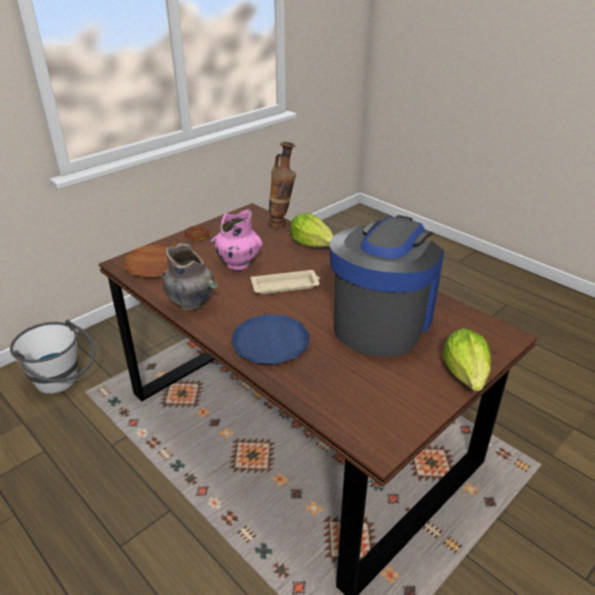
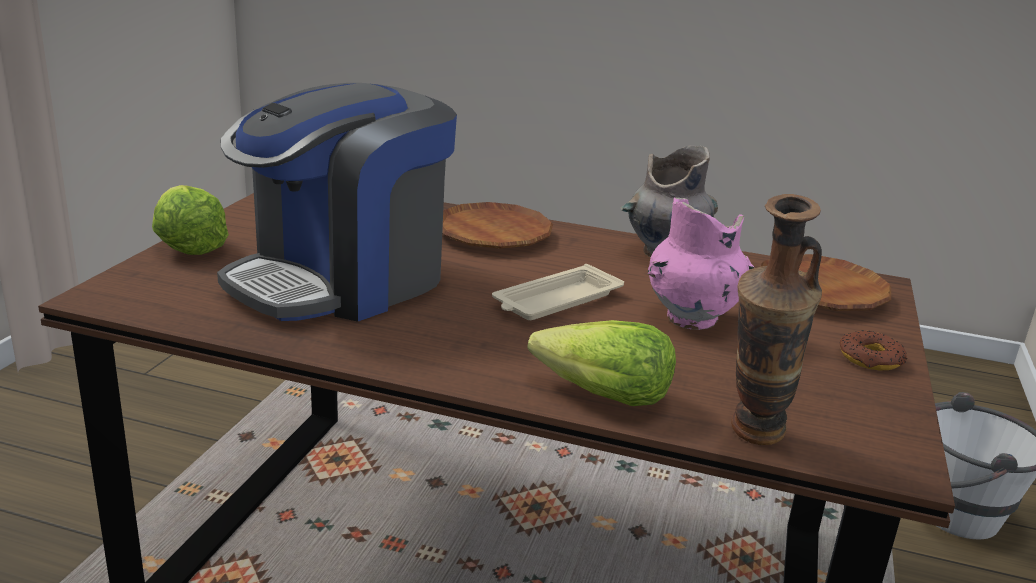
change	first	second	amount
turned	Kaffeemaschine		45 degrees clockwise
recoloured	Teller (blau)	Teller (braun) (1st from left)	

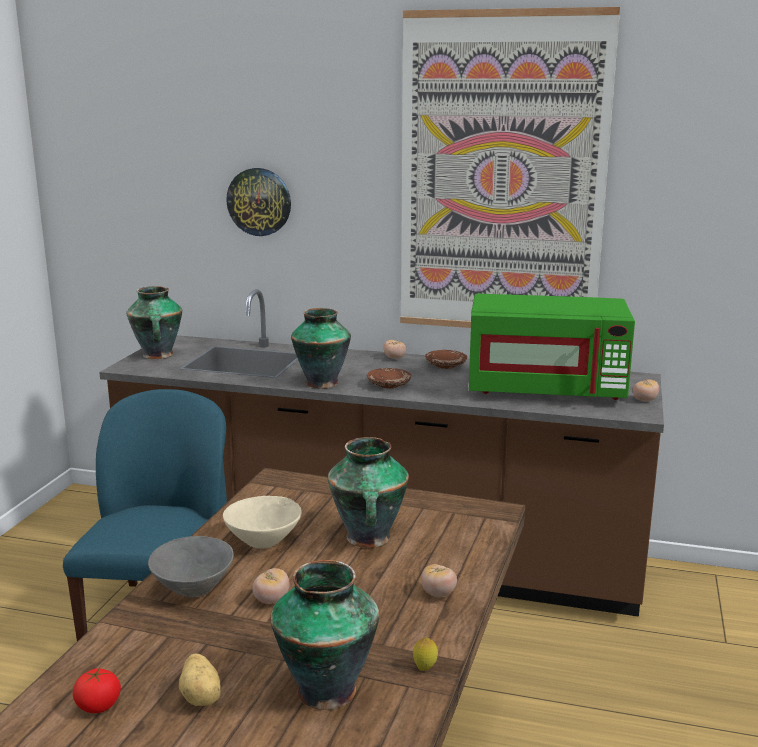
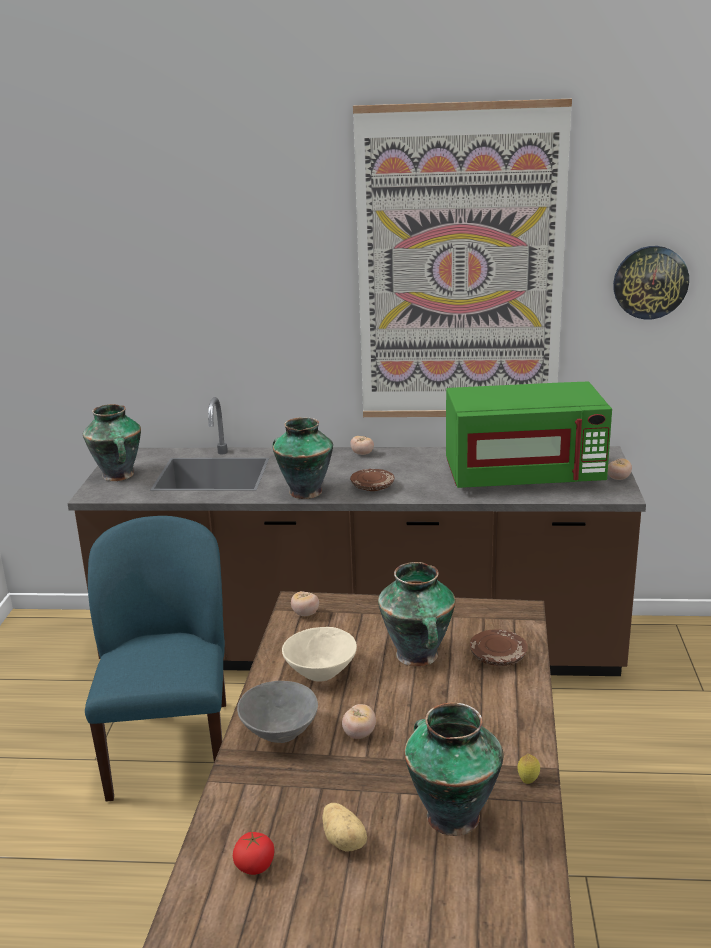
change	first	second	amount
moved	Wanduhr		
moved	Teller (braun) (2nd from left)		
moved	Tomate (4th from left in the first image)	Tomate (2nd from left)	

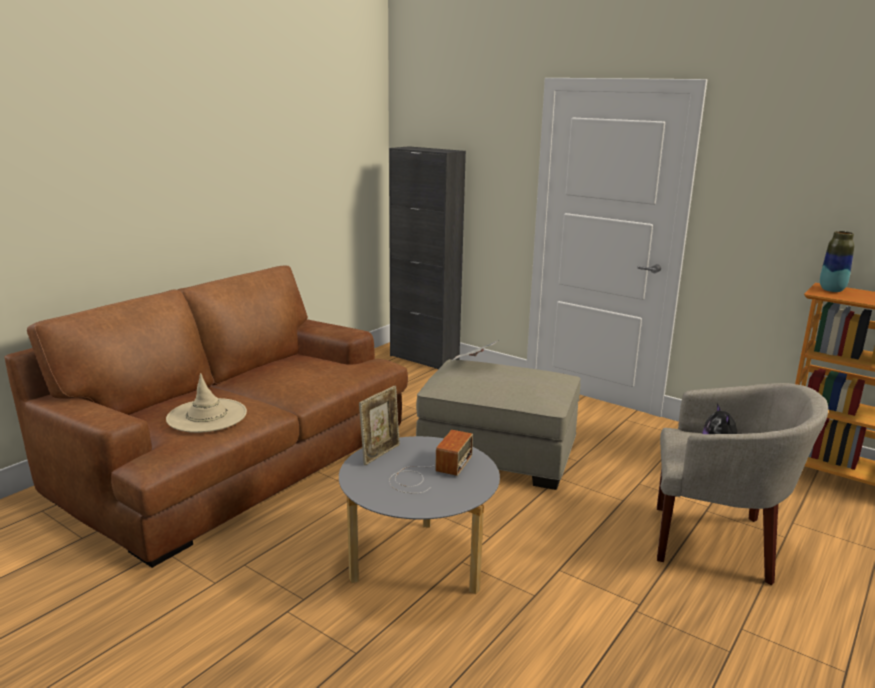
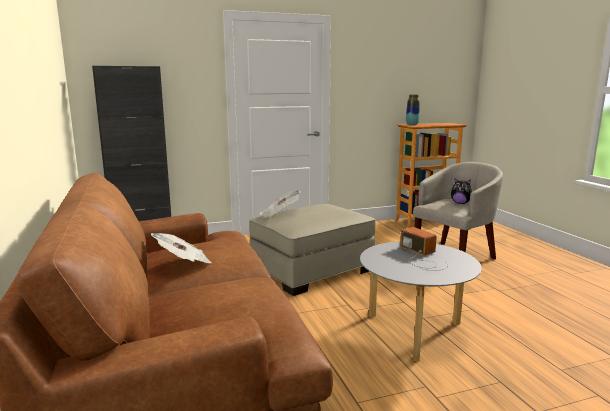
change	first	second	amount
removed	Hut (beige)		
removed	Bilderrahmen		
added		Zeitung (1st from left)	

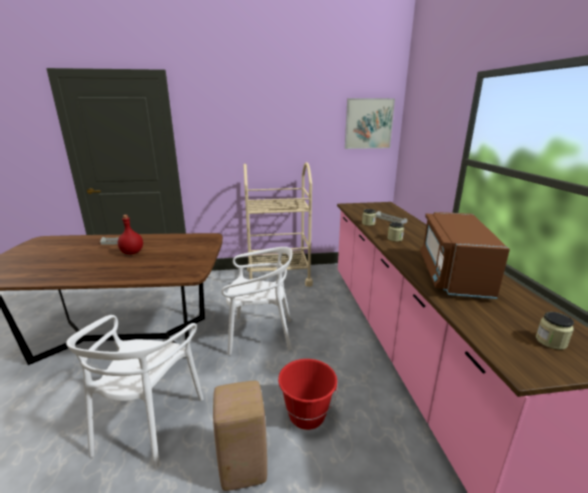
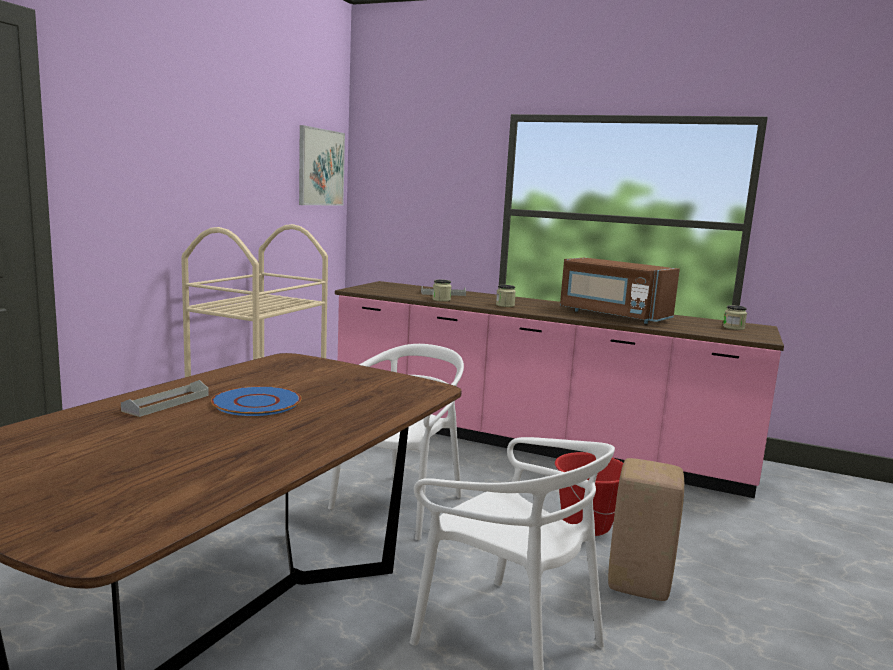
change	first	second	amount
replaced	Flasche (rot)	Teller (blau)	

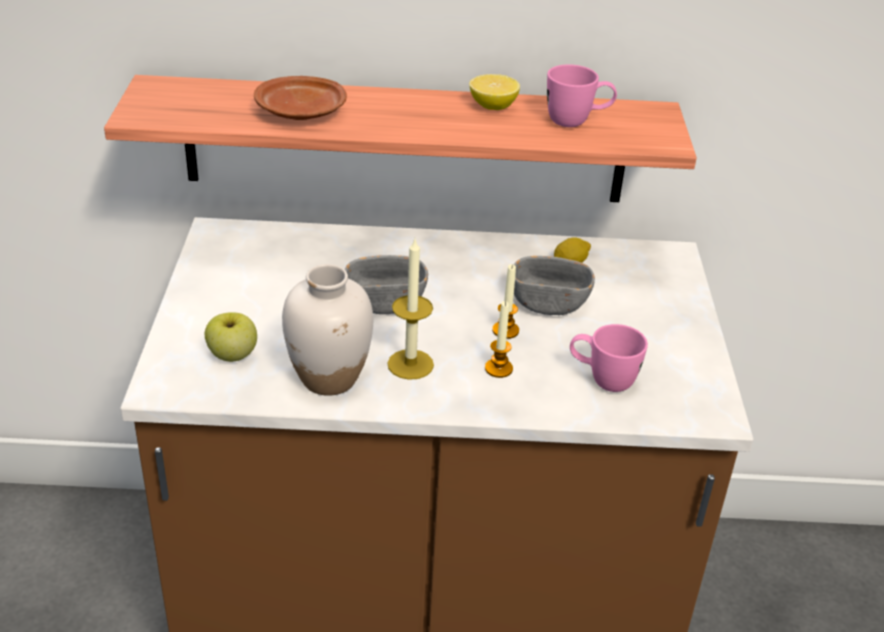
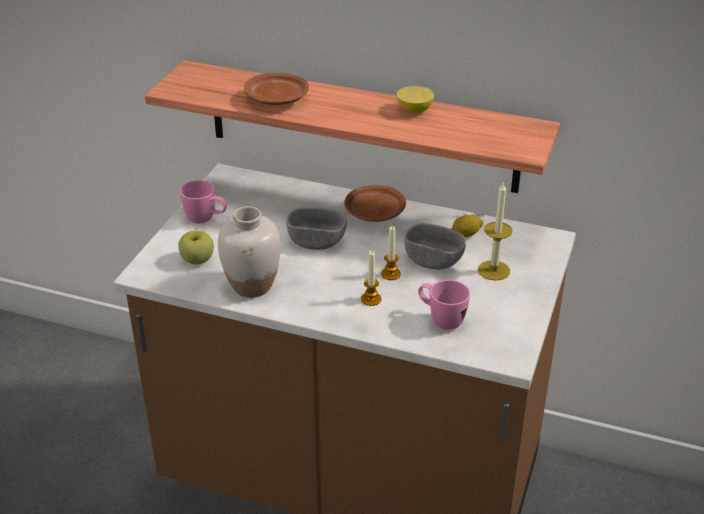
change	first	second	amount
moved	Henkelbecher (rosa) (1st from left)		
moved	Kerze (1st from left in the first image)	Kerze (3rd from left)	
added		Teller (braun) (2nd from left)	

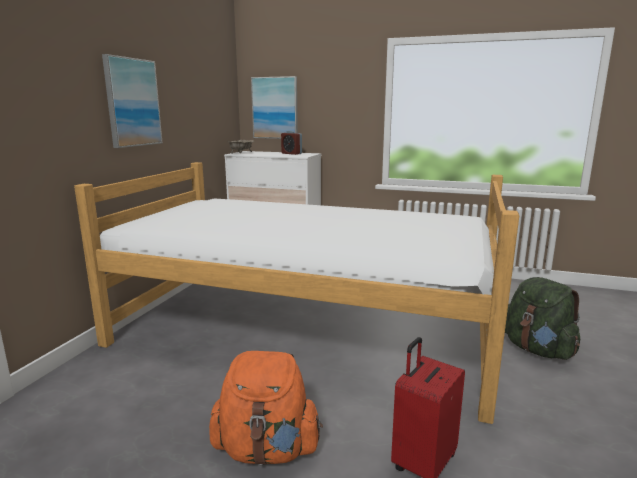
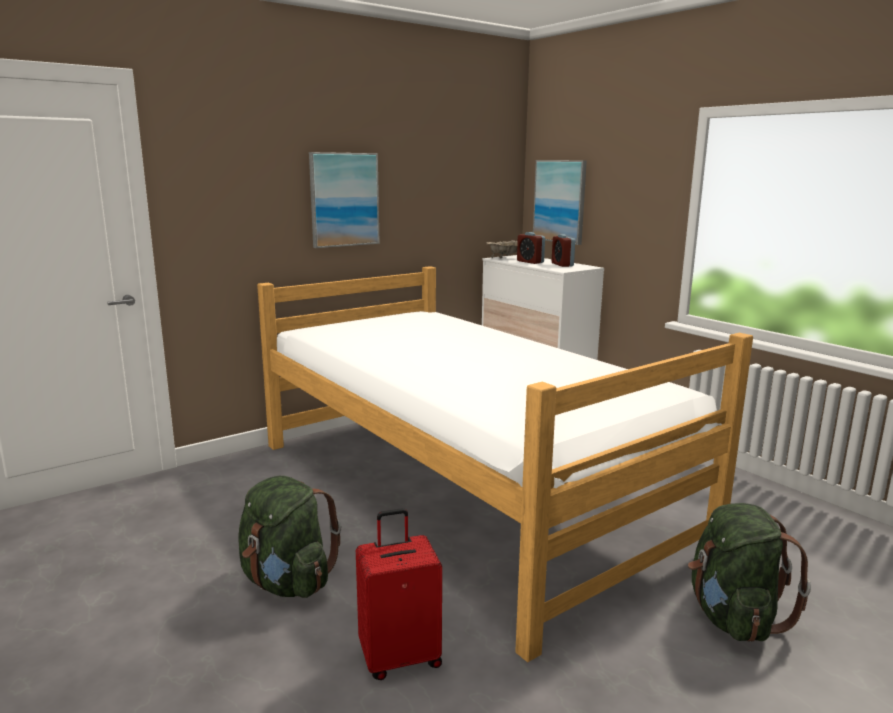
change	first	second	amount
recoloured	Rucksack (orange)	Rucksack (grün) (1st from left)	
added		Wecker (1st from left)	

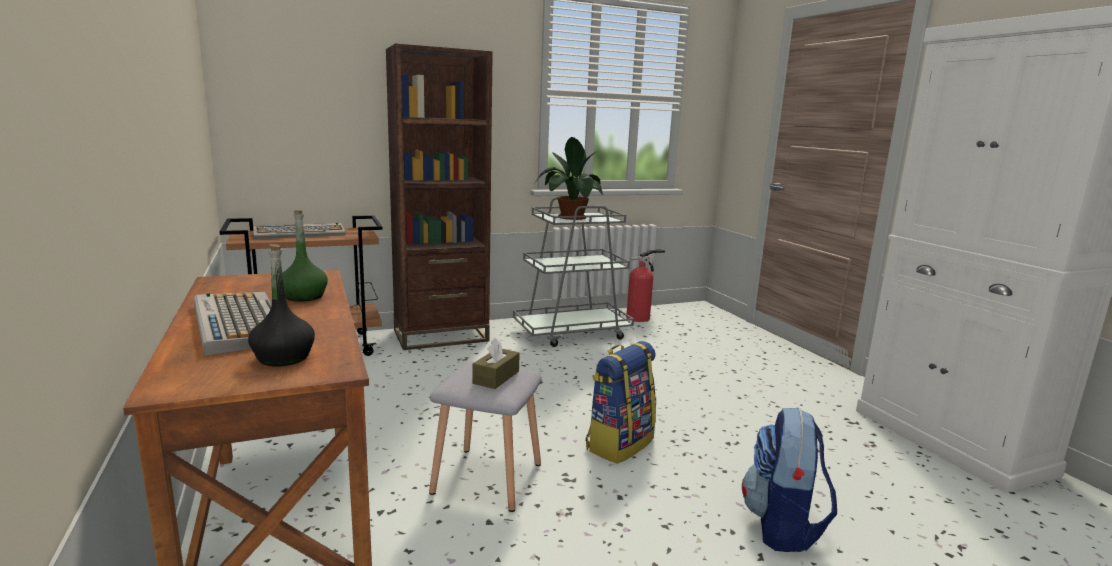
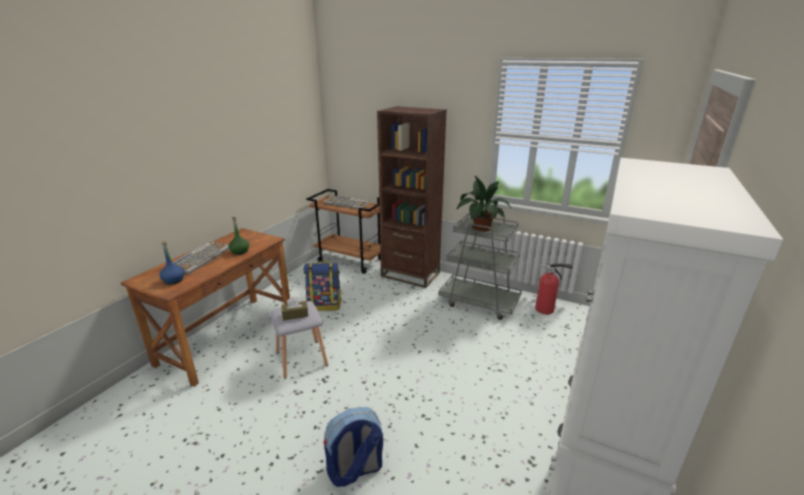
change	first	second	amount
recoloured	Flasche (schwarz)	Flasche (blau)	
moved	Rucksack (1st from left)		

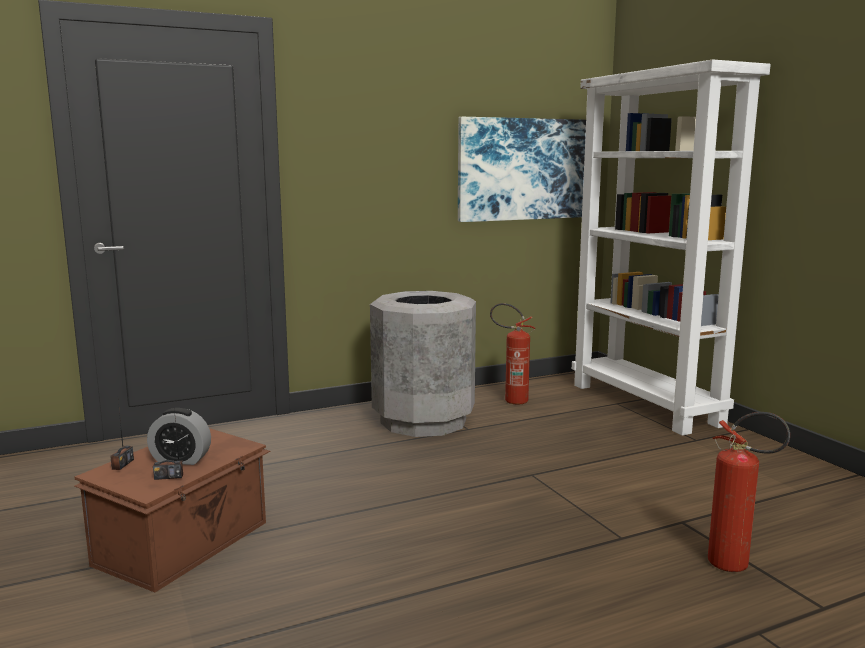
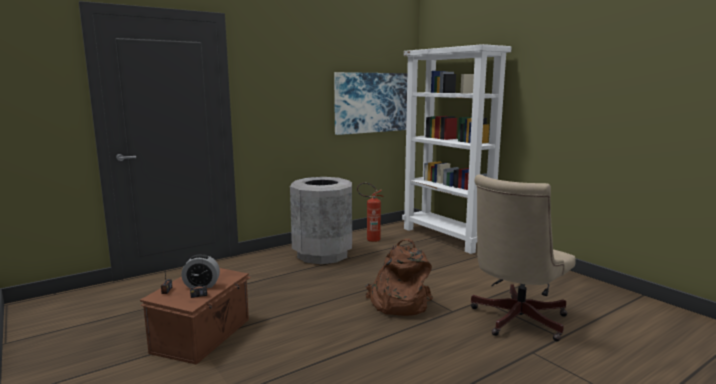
change	first	second	amount
replaced	Feuerlöscher (2nd from left)	Bürostuhl (beige)	
added		Rucksack (braun)	

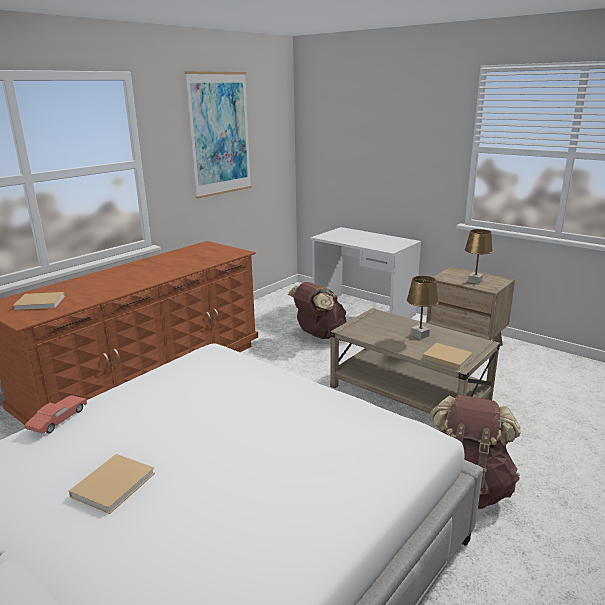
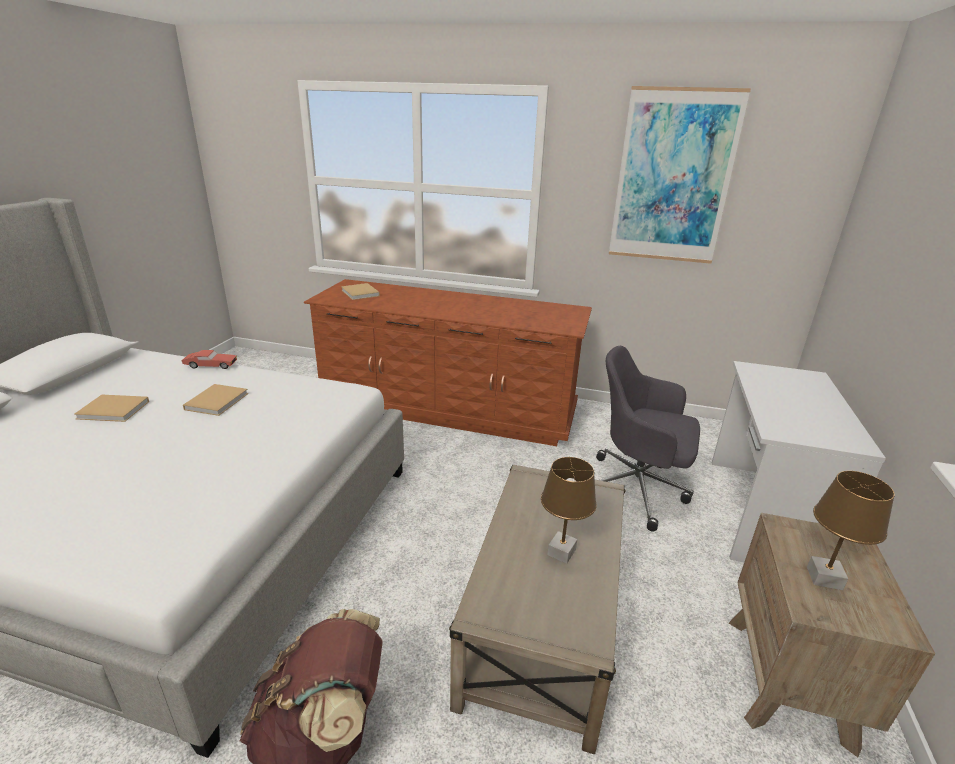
change	first	second	amount
replaced	Rucksack (braun) (1st from left)	Bürostuhl (grau)	
moved	Buch (beige) (3rd from left in the first image)	Buch (beige) (2nd from left)	

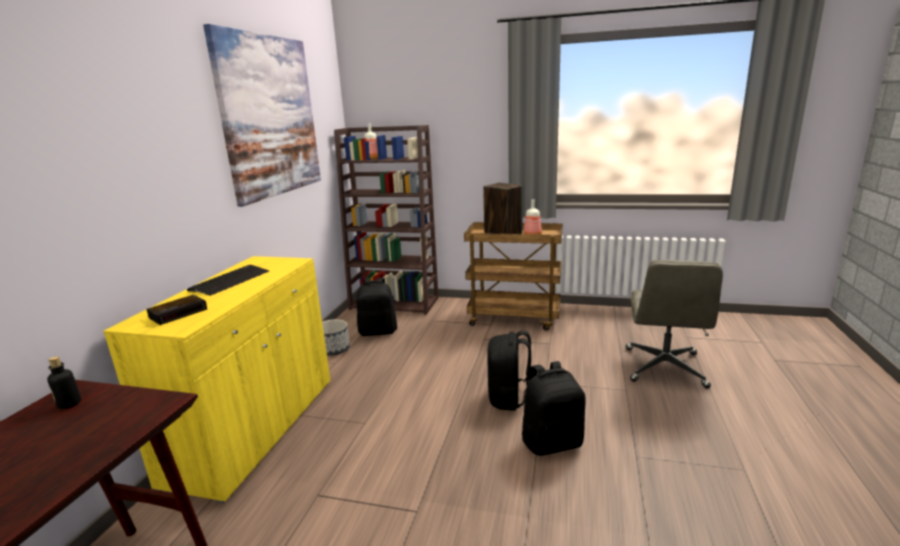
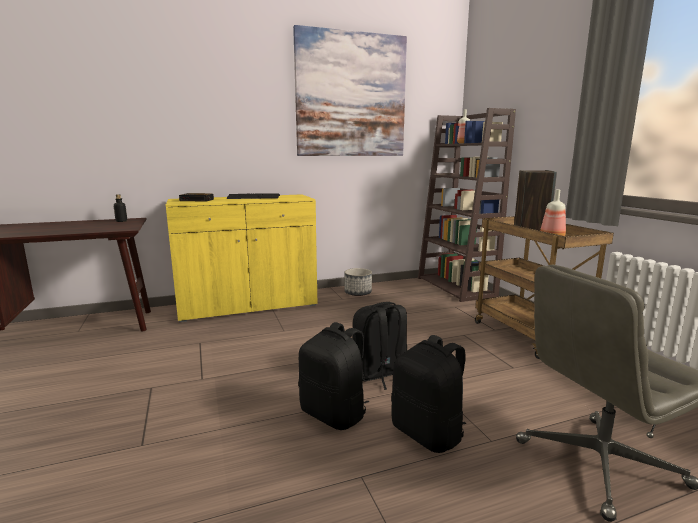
change	first	second	amount
moved	Rucksack (schwarz) (1st from left in the first image)	Rucksack (schwarz) (3rd from left)	

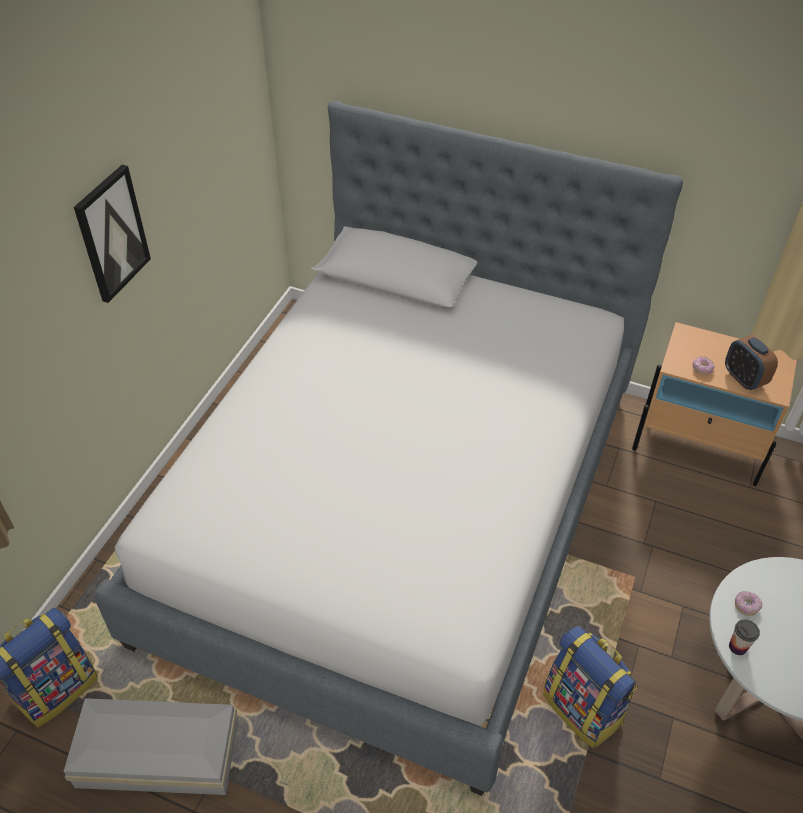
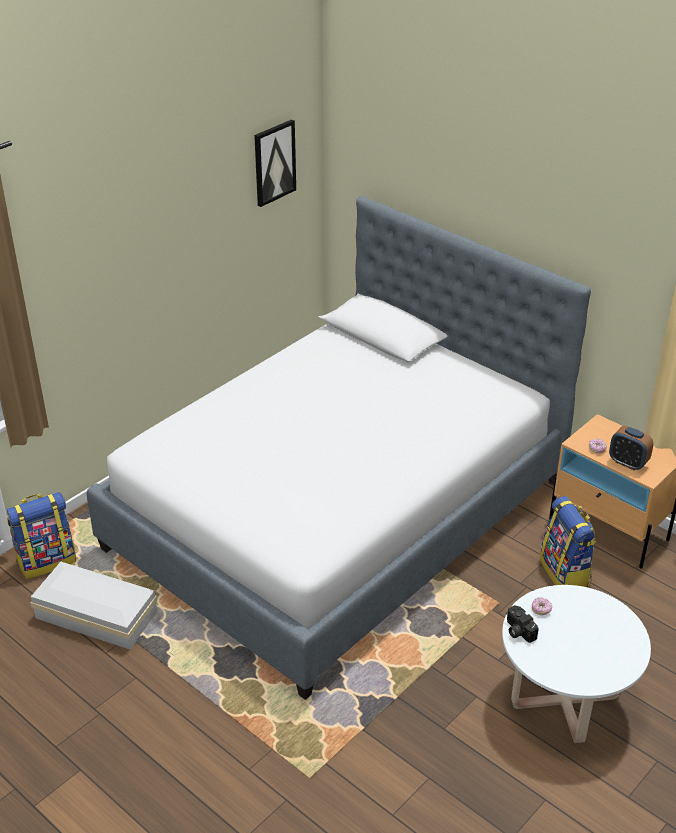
change	first	second	amount
moved	Bild		
turned	Wecker		45 degrees counterclockwise
replaced	Tasse	Kamera	
moved	Rucksack (2nd from left)		

